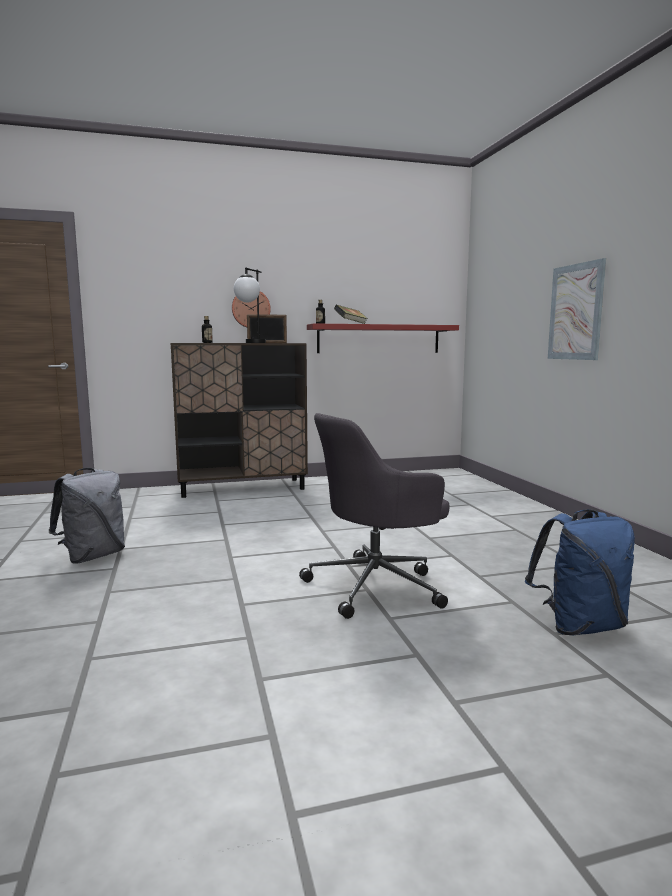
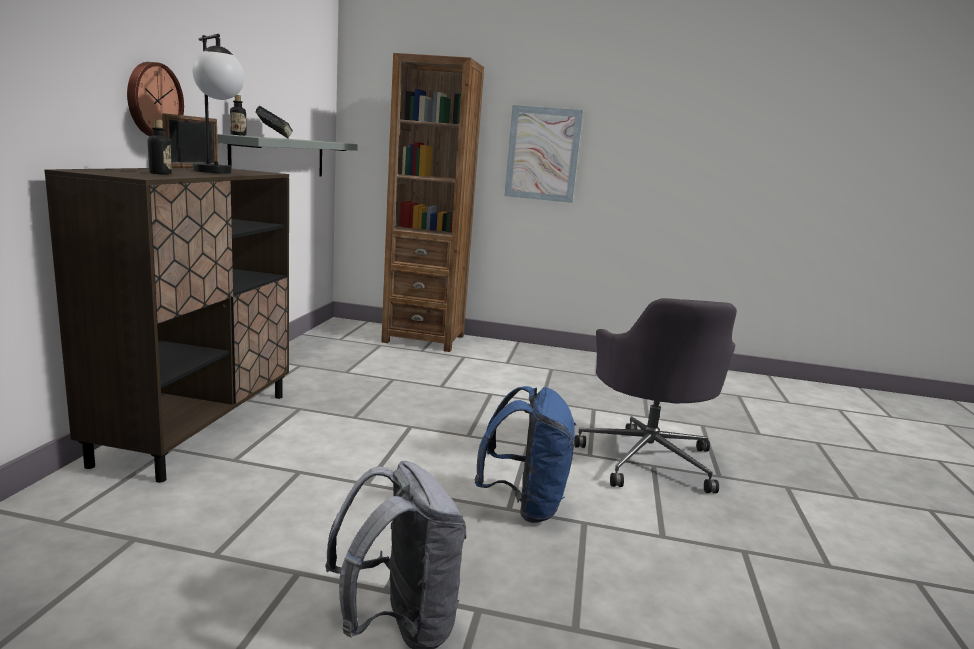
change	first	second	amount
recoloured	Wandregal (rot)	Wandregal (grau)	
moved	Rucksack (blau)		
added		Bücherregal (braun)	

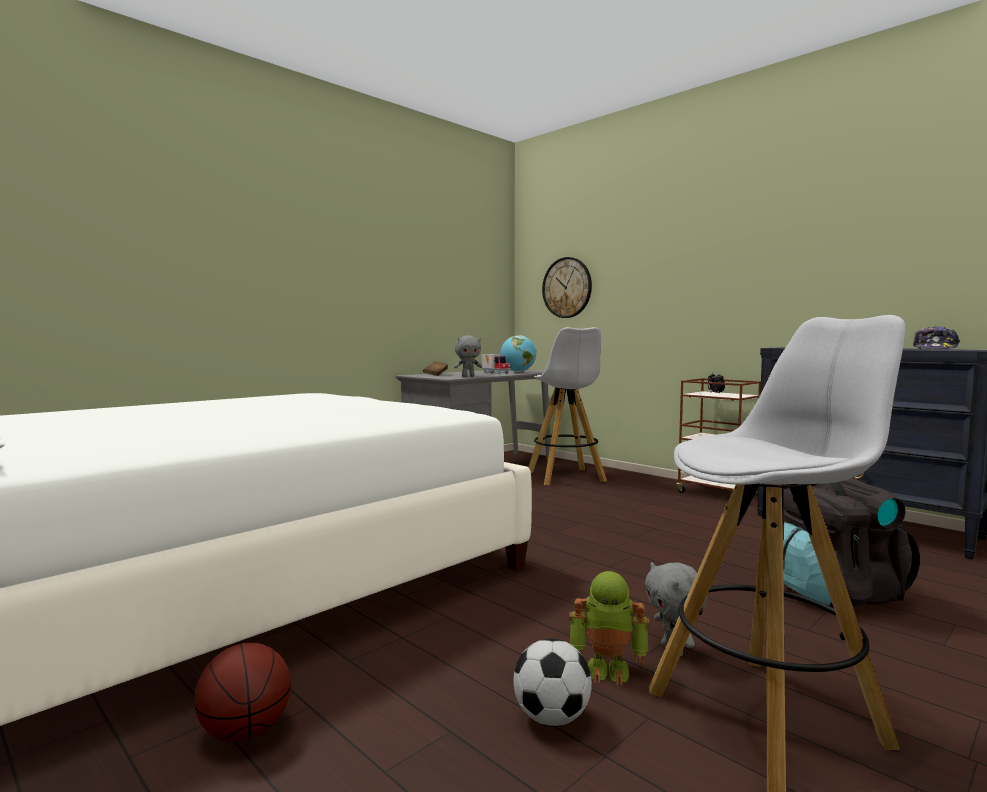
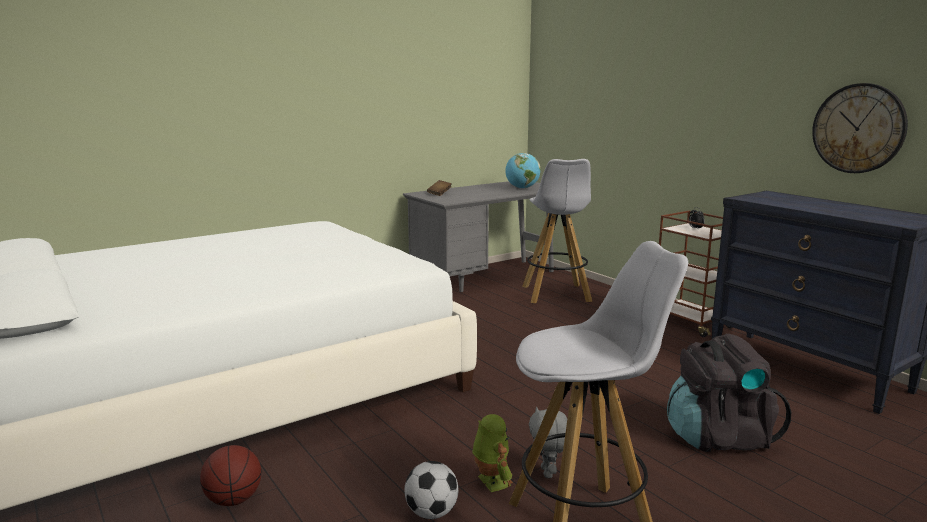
change	first	second	amount
moved	Wanduhr		
removed	Kappe		
removed	Plüschtier (grau) (1st from left)		
removed	Spielzeuglaster		
turned	Spielzeugroboter		135 degrees counterclockwise

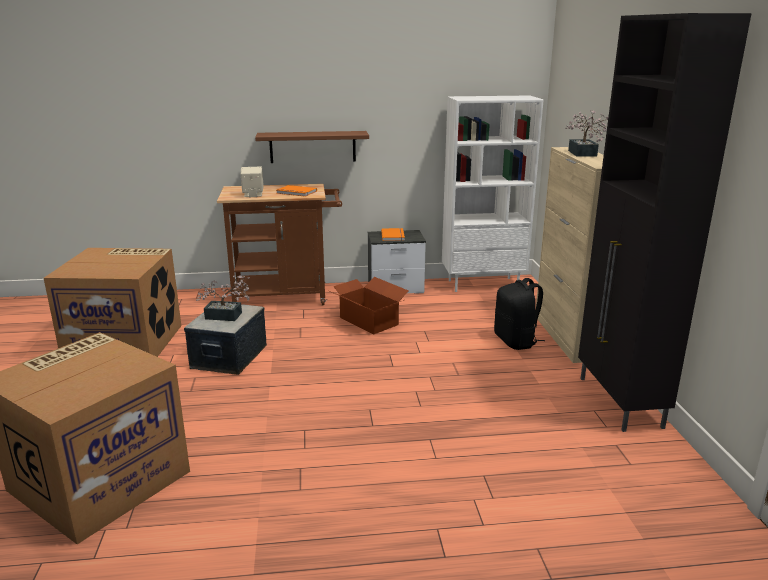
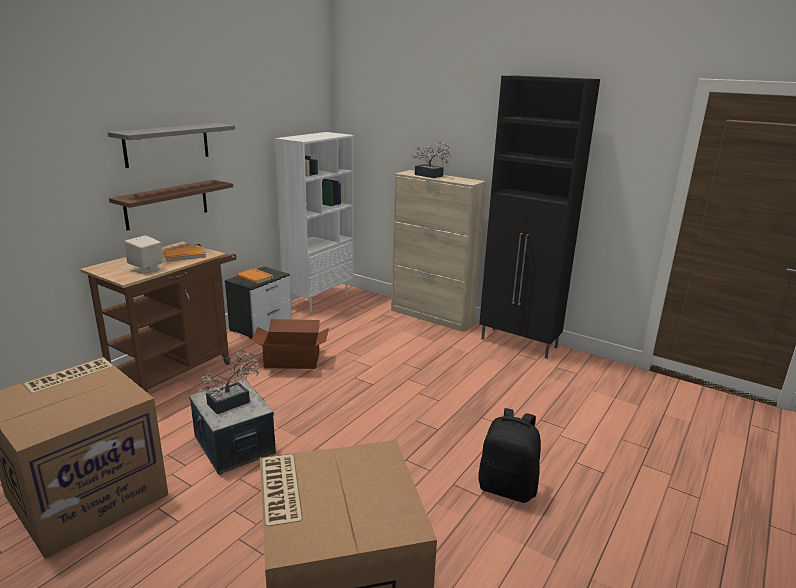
change	first	second	amount
moved	Rucksack (schwarz)		
added		Wandregal (grau)	

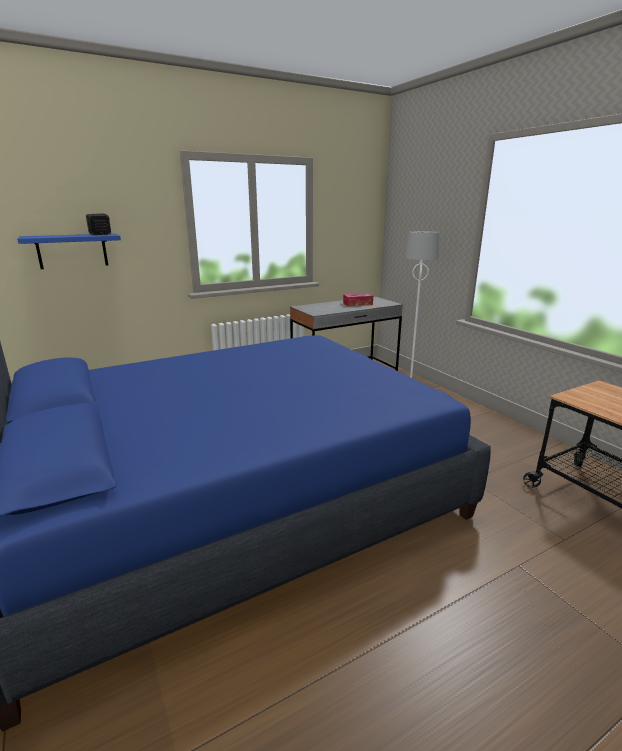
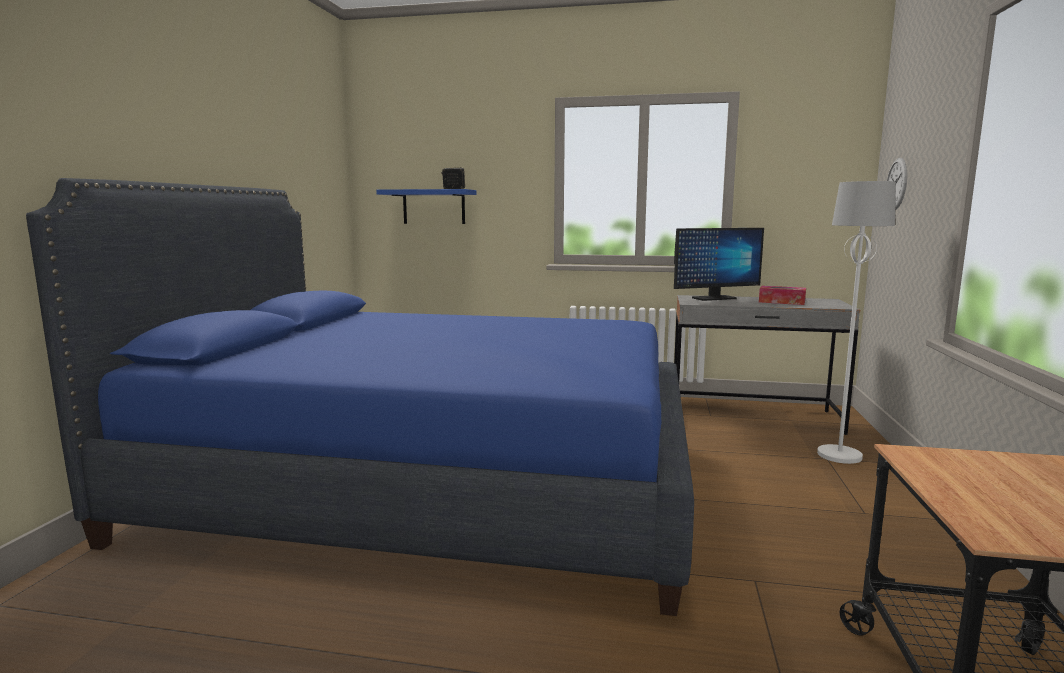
change	first	second	amount
added		Wanduhr	
added		Monitor	

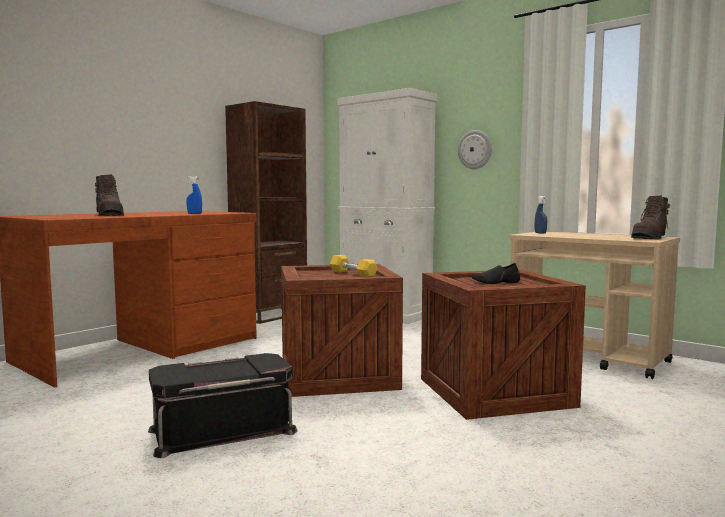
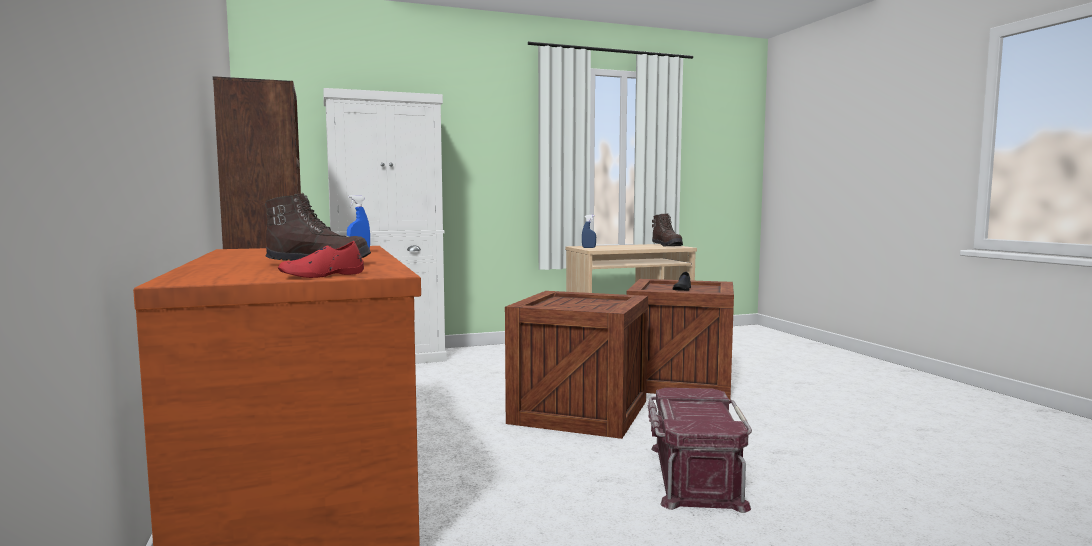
change	first	second	amount
removed	Wanduhr		
removed	Hantel (gelb)		
recoloured	Aufbewahrungsbox (schwarz)	Aufbewahrungsbox (rot)	
added		Schuh (rot)	

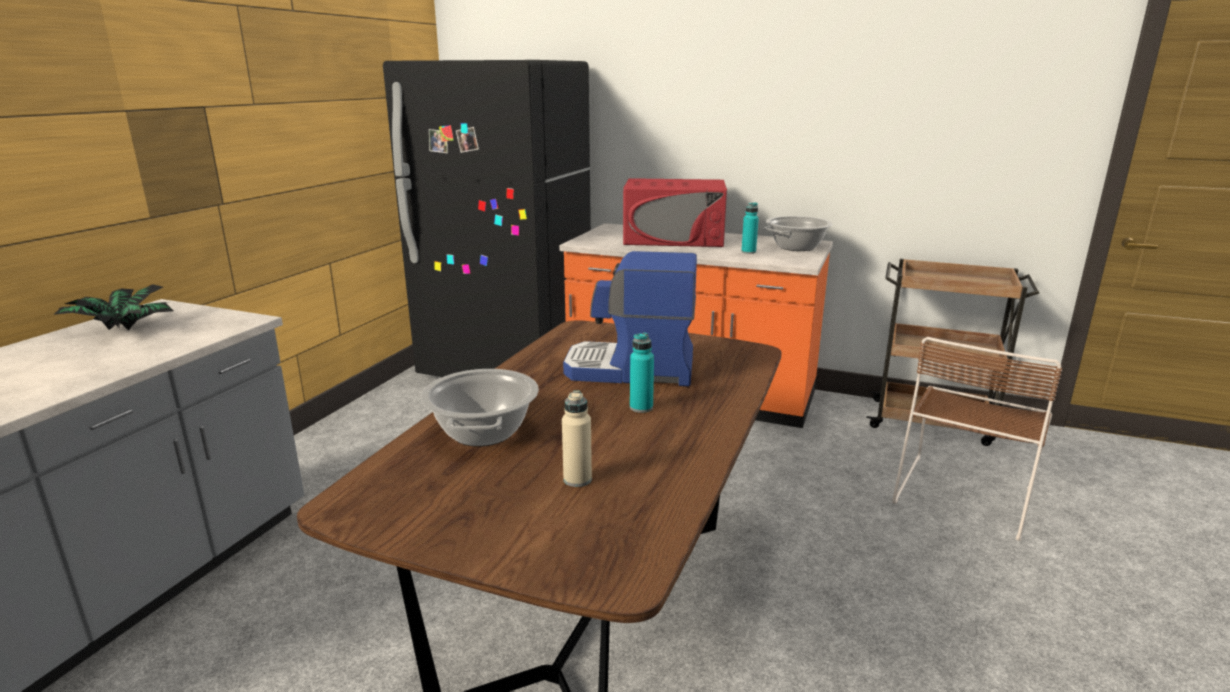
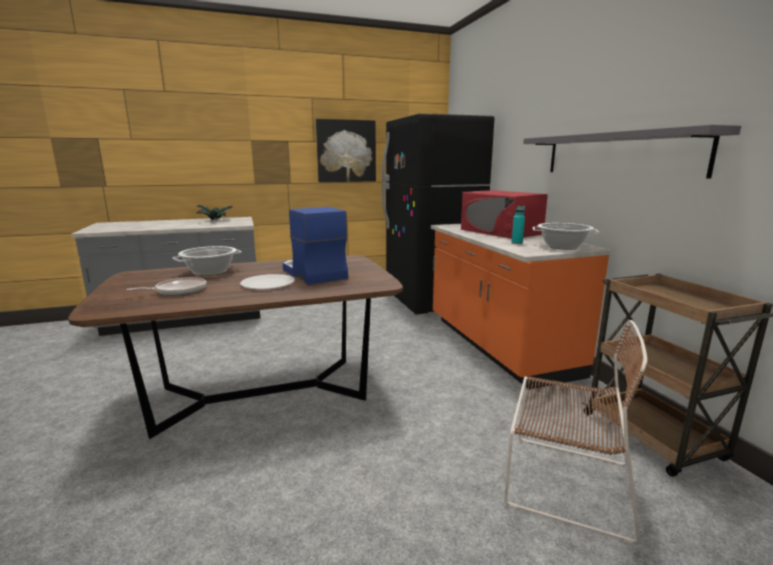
change	first	second	amount
replaced	Flasche (türkis) (1st from left)	Teller (weiß)	
turned	Stuhl (braun)		150 degrees counterclockwise
replaced	Flasche (beige)	Pfanne	
added		Bild	
added		Wandregal (grau)	

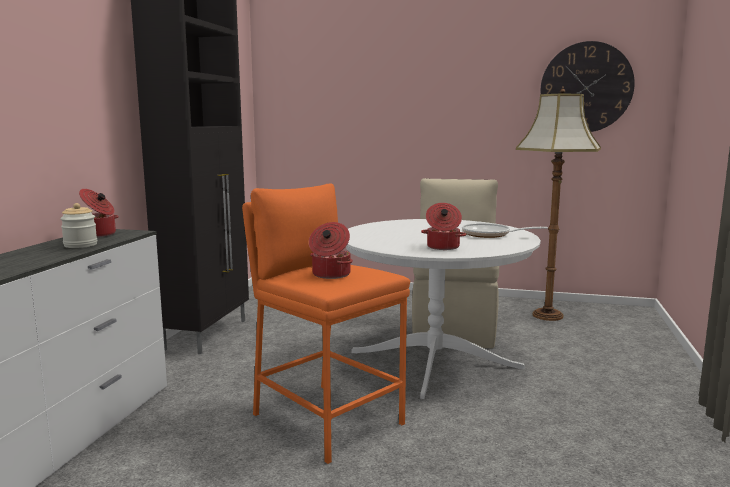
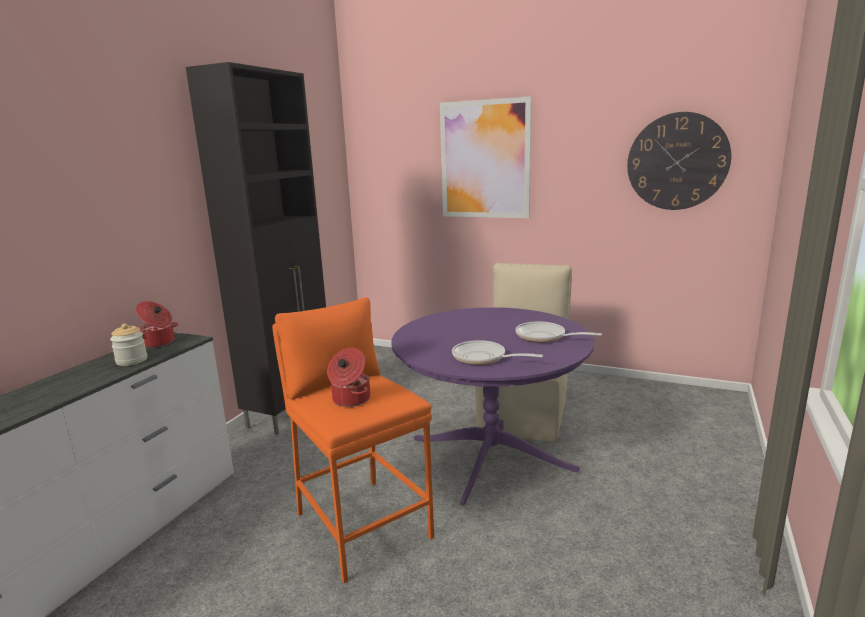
change	first	second	amount
removed	Stehlampe		
replaced	Kochtopf (3rd from left)	Pfanne (1st from left)	
recoloured	Esstisch (weiß)	Esstisch (lila)	
added		Bild	

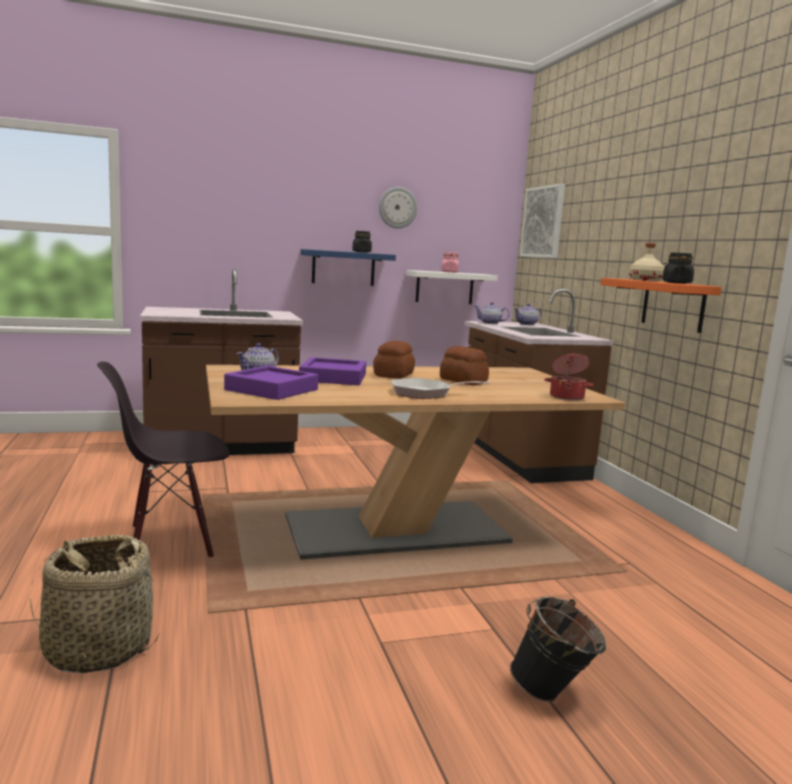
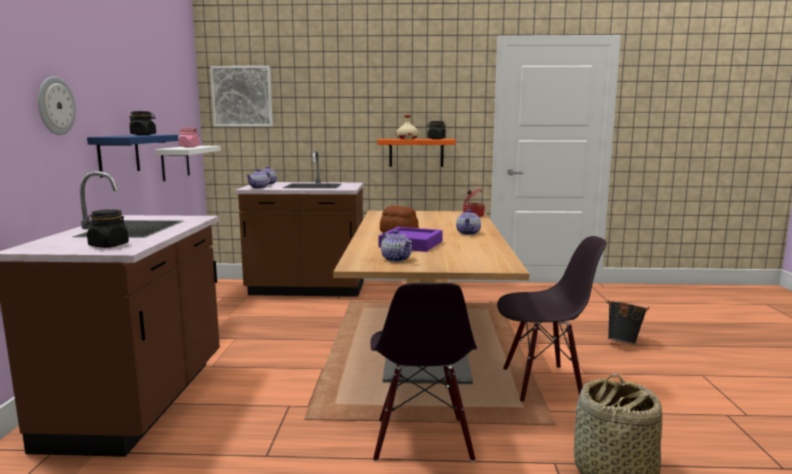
change	first	second	amount
moved	Wanduhr		
removed	Brot (2nd from left)		
removed	Tablett (lila) (1st from left)		
replaced	Pfanne	Teekanne (4th from left)	
added		Vorratsglas (schwarz) (1st from left)	
added		Stuhl (schwarz) (2nd from left)	

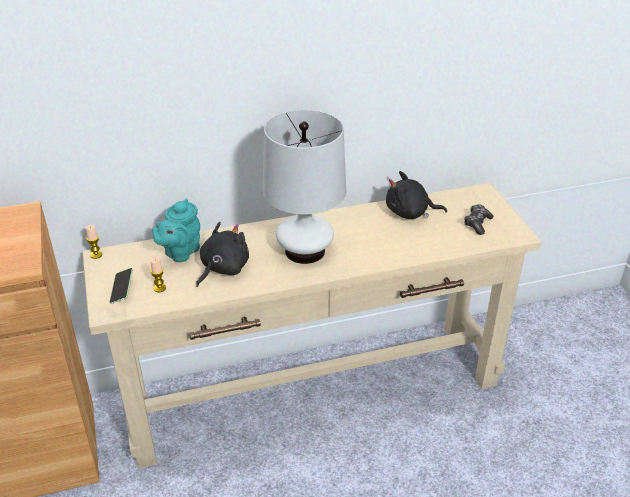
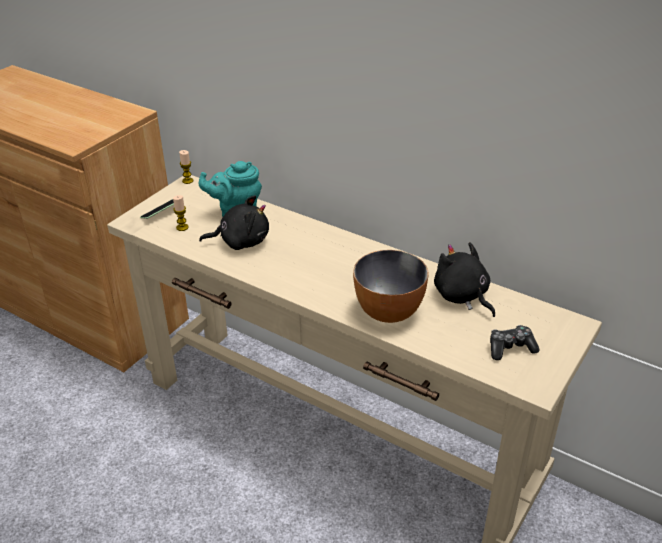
change	first	second	amount
removed	Tischlampe (weiß)		
added		Schüssel	

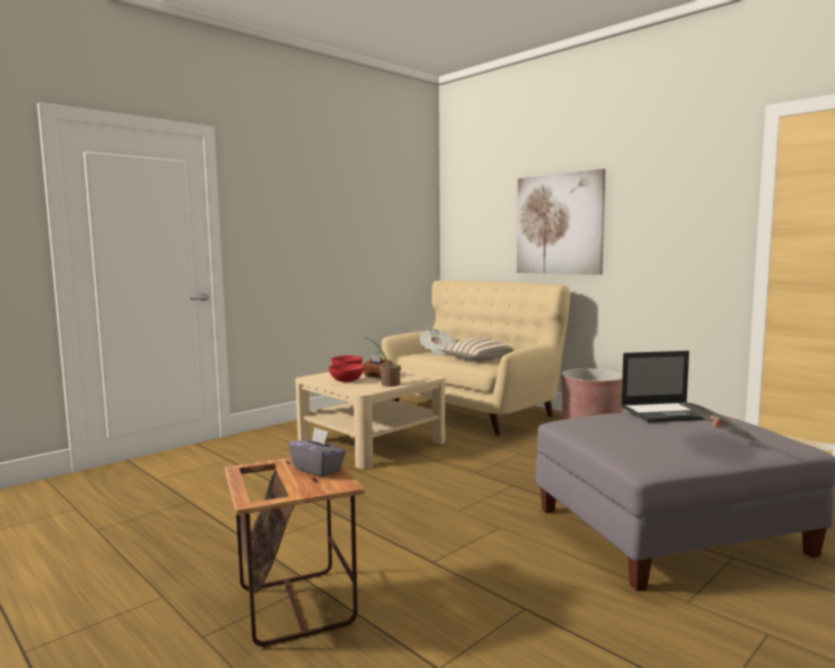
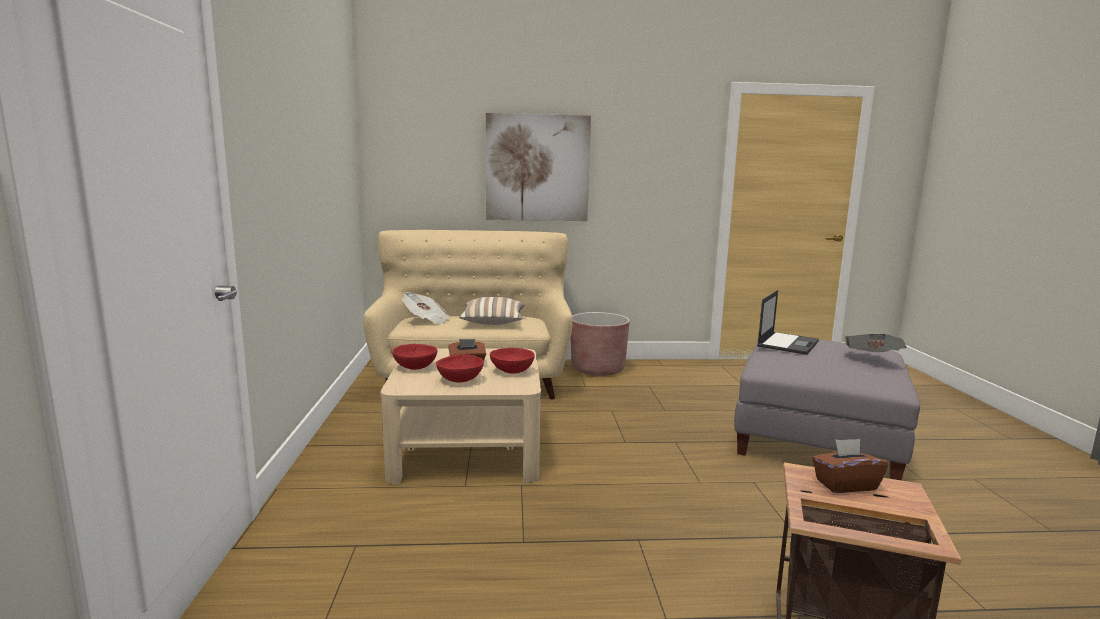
change	first	second	amount
replaced	Topfpflanze	Schüssel (rot) (3rd from left)	
recoloured	Taschentuchbox (grau)	Taschentuchbox (braun) (2nd from left)	

